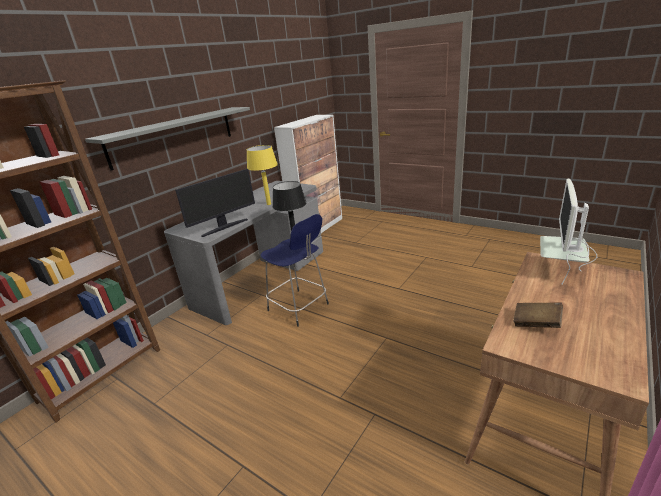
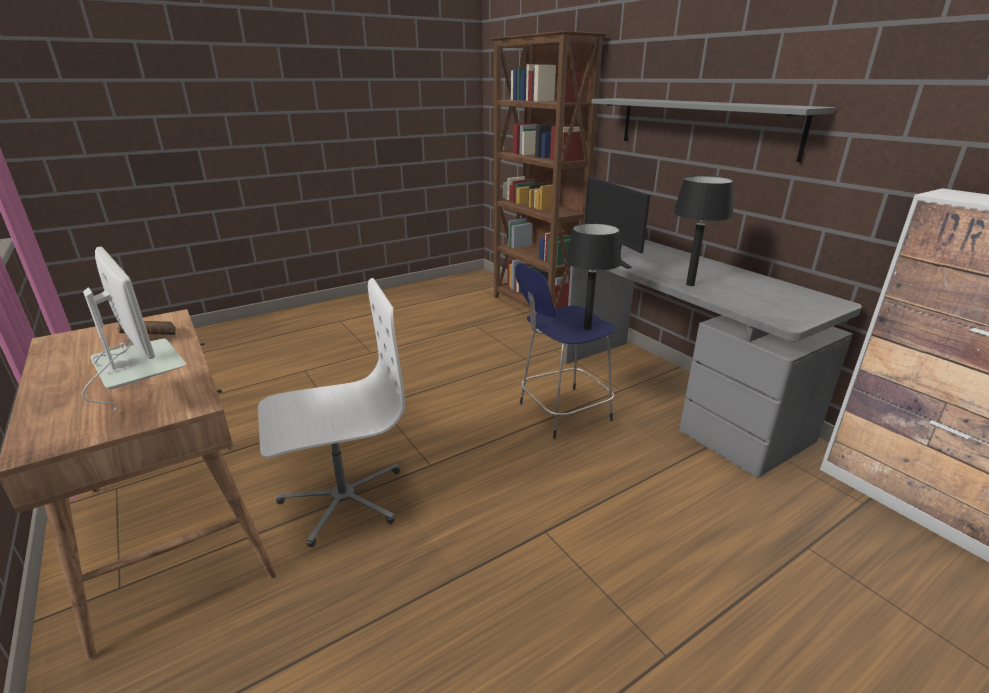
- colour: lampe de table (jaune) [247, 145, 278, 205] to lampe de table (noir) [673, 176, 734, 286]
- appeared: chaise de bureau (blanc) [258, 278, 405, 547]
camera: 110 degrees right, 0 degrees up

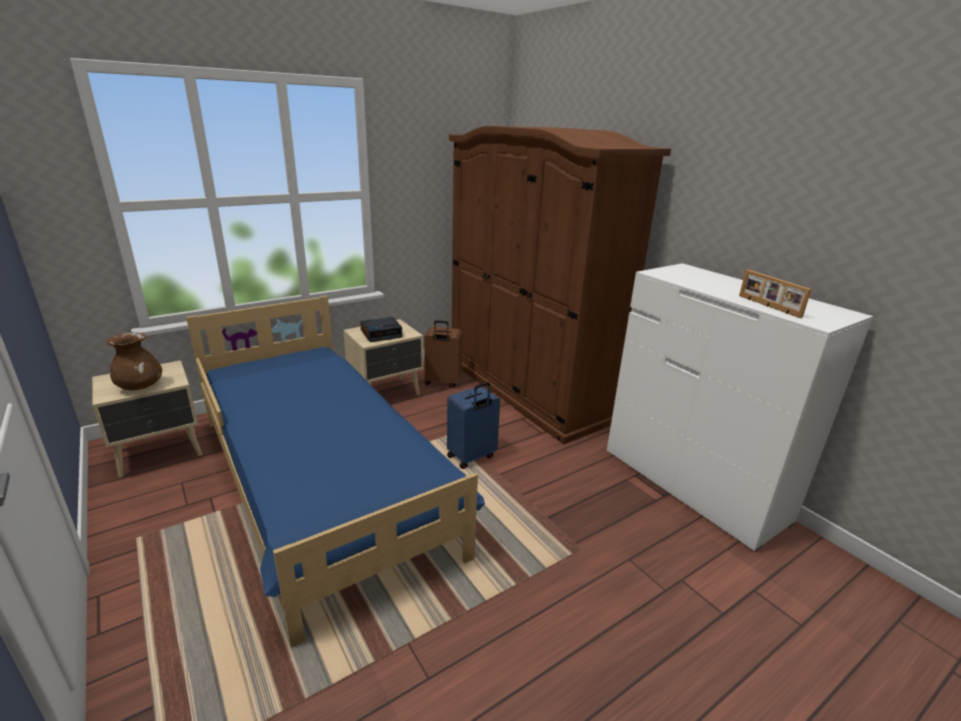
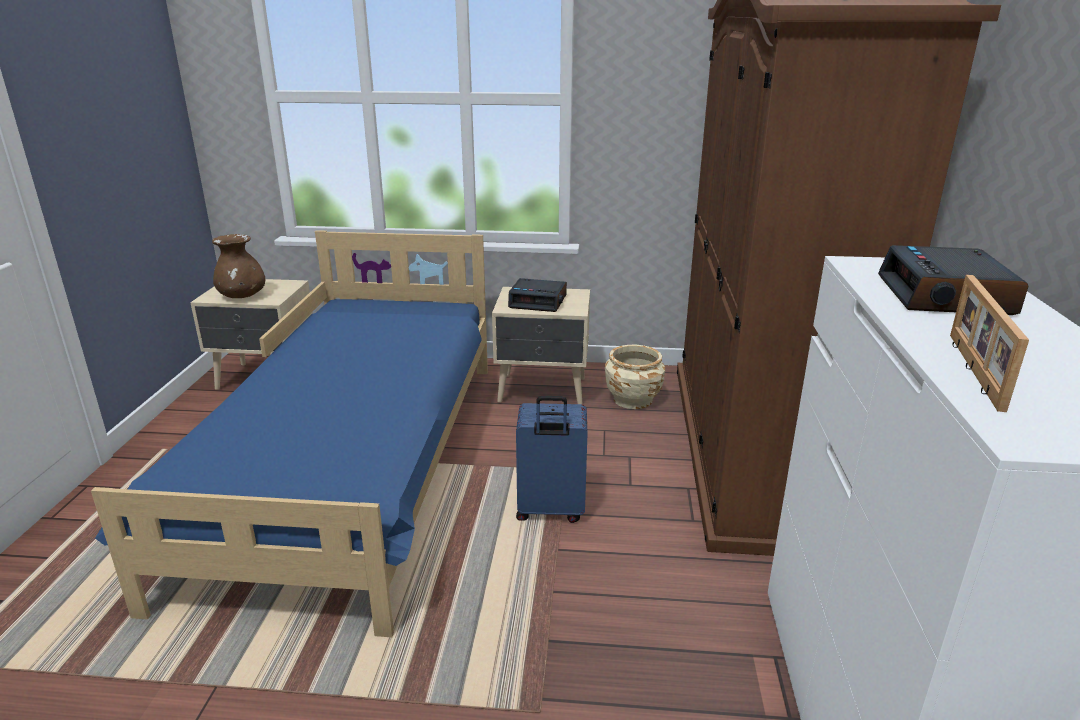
- exchanged: valise (marron) [424, 320, 462, 388] to cache-pot (beige) [605, 345, 665, 409]
- appeared: réveil [878, 245, 1029, 315]
camera: 40 degrees right, 0 degrees up

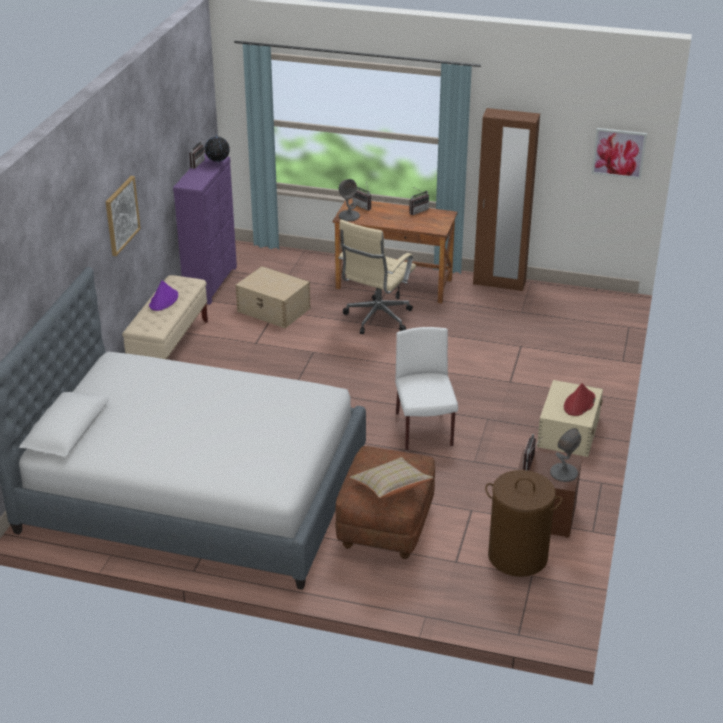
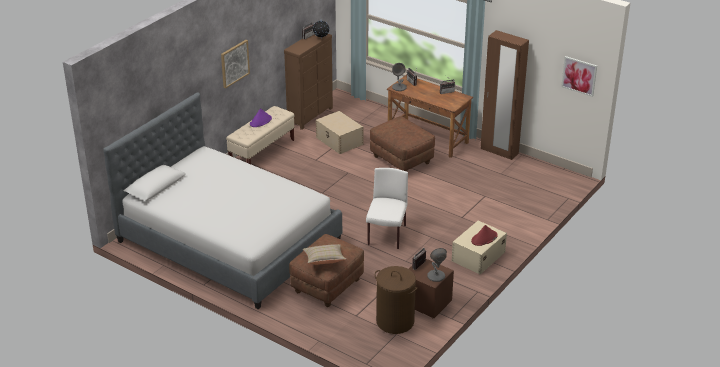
- colour: commode (violet) [173, 154, 237, 305] to commode (marron) [284, 34, 333, 130]
- exchanged: chaise de bureau (beige) [338, 220, 416, 334] to pouf (marron) [370, 116, 435, 172]
camera: 20 degrees right, 0 degrees up

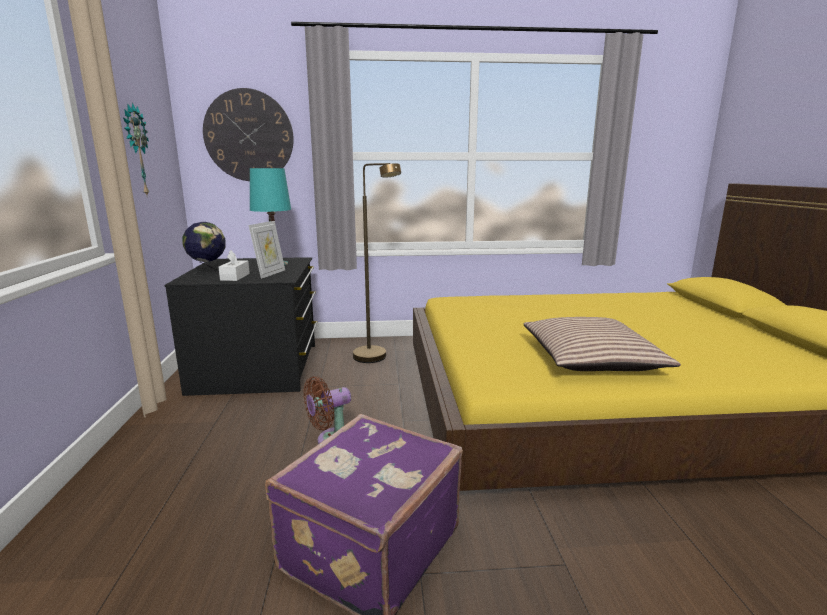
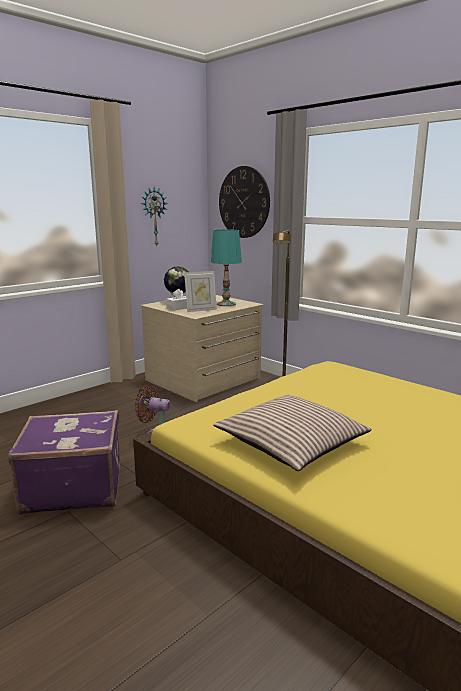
- colour: commode (noir) [165, 257, 317, 396] to commode (beige) [141, 295, 264, 402]
camera: 50 degrees right, 0 degrees up

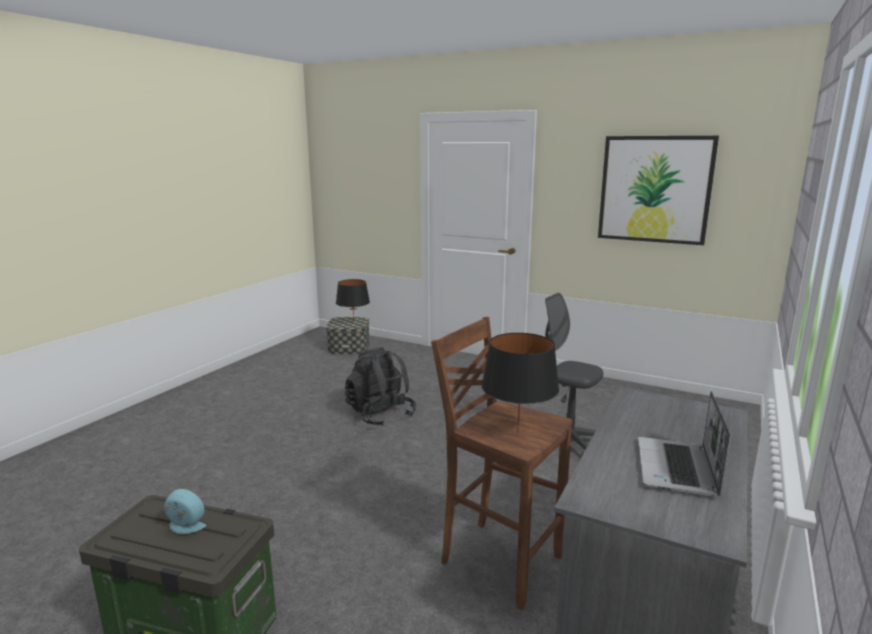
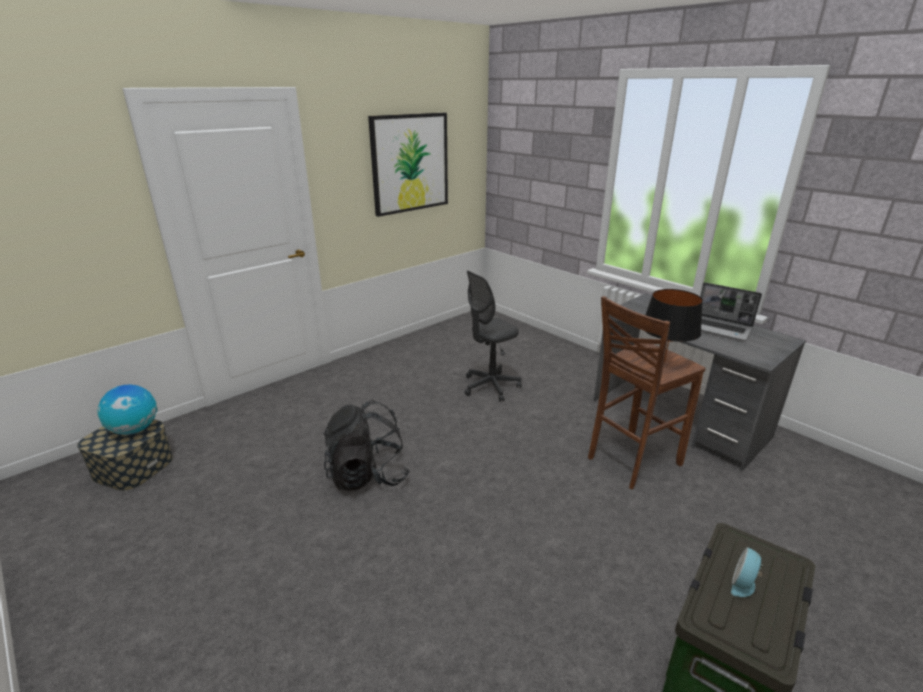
- exchanged: lampe de table (noir) [336, 279, 370, 323] to globe [98, 385, 158, 435]
camera: 70 degrees left, 10 degrees up

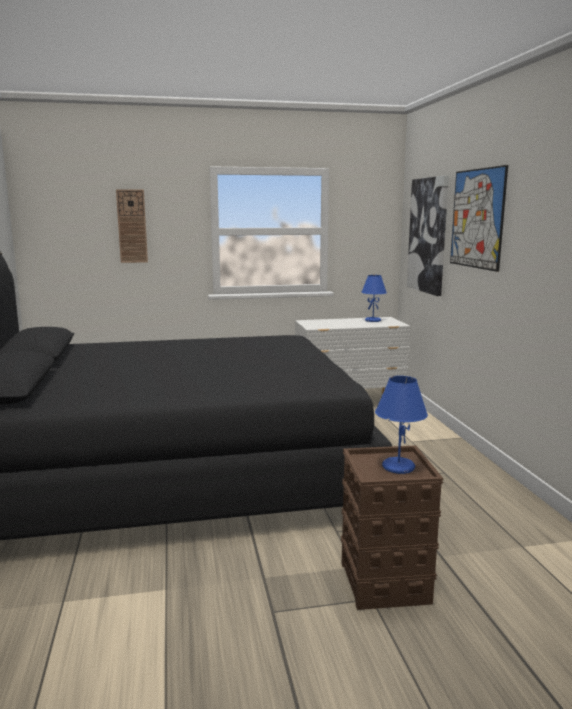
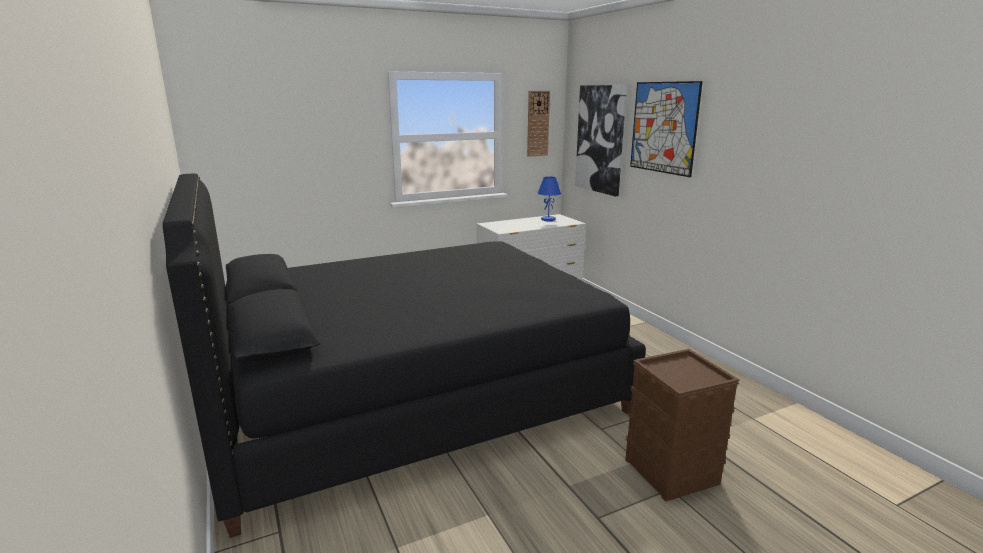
- relocated: horloge murale [116, 189, 148, 263] to [527, 91, 550, 157]
- missing: lampe de table (bleu) [375, 376, 428, 474]
camera: 15 degrees left, 5 degrees up

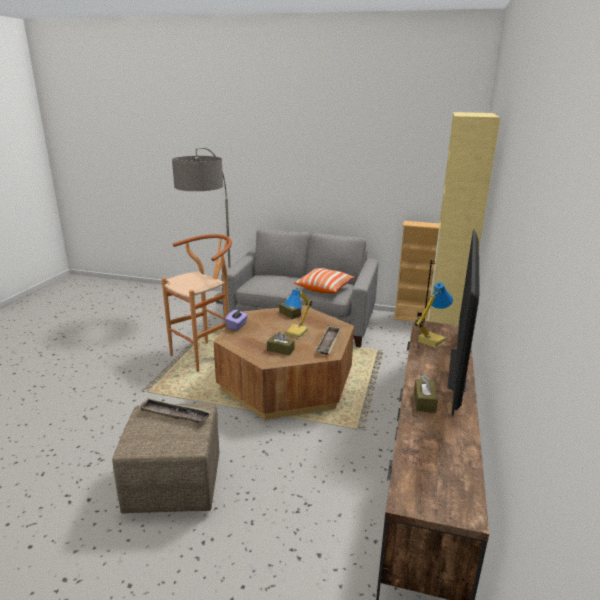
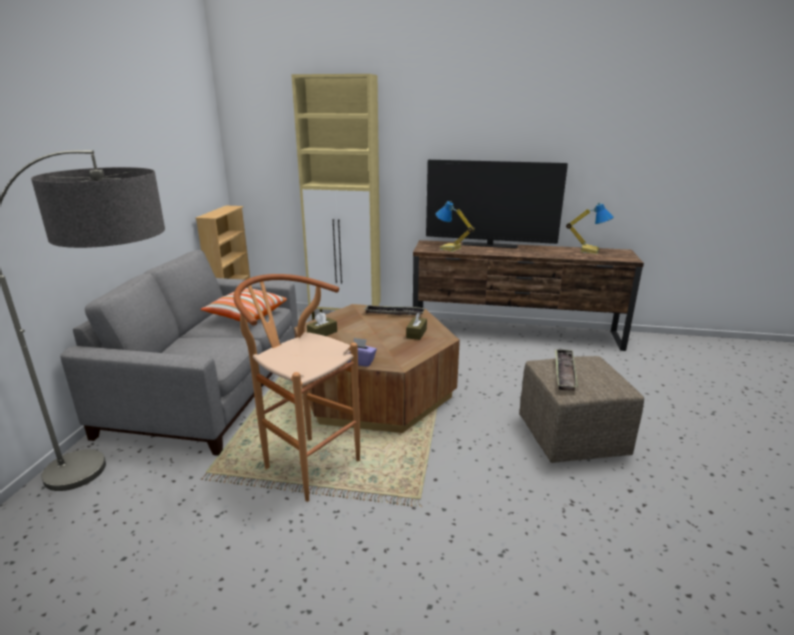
- relocated: lampe de table [284, 288, 312, 339] to [566, 203, 614, 254]
- missing: boîte à mouchoirs (marron) [414, 375, 438, 413]
camera: 95 degrees left, 0 degrees up

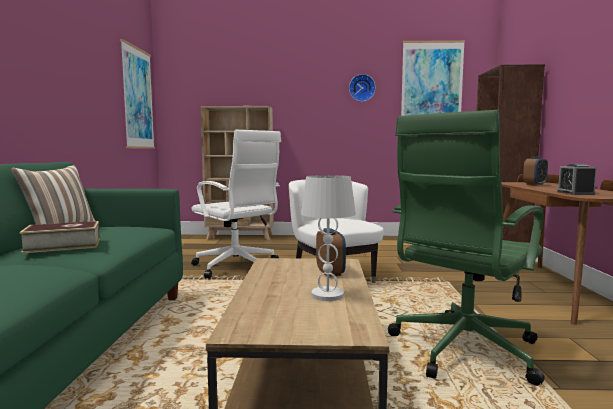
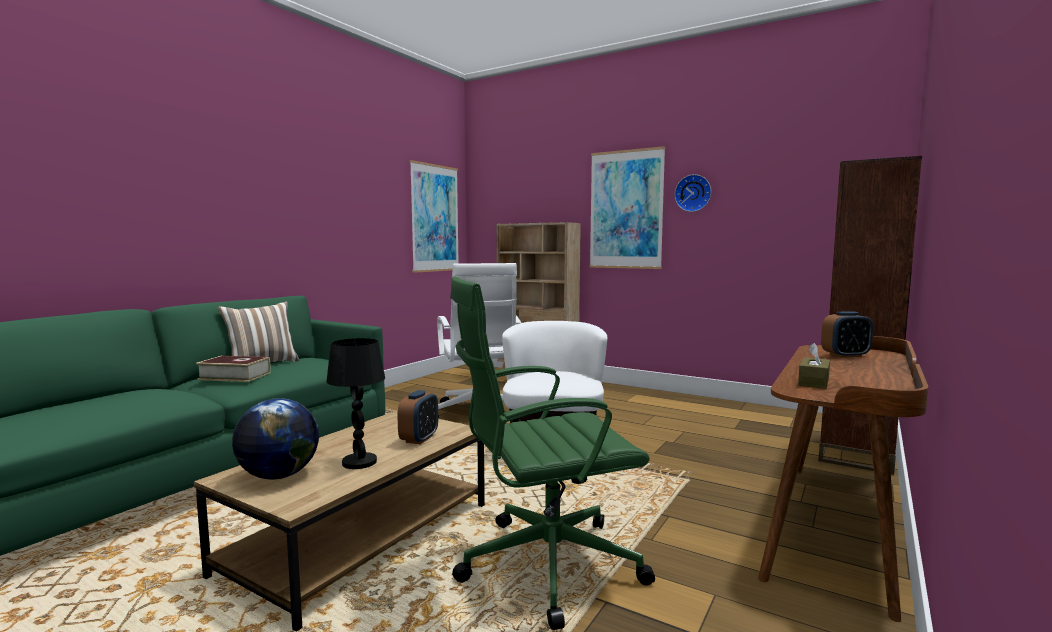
- colour: lampe de table (blanc) [301, 175, 356, 301] to lampe de table (noir) [327, 338, 385, 469]
- relocated: tableau [401, 40, 465, 116] to [589, 146, 665, 269]
- exchanged: réveil [557, 164, 597, 195] to boîte à mouchoirs (marron) [798, 343, 830, 389]
- appeared: globe [232, 398, 319, 480]
camera: 30 degrees right, 0 degrees up

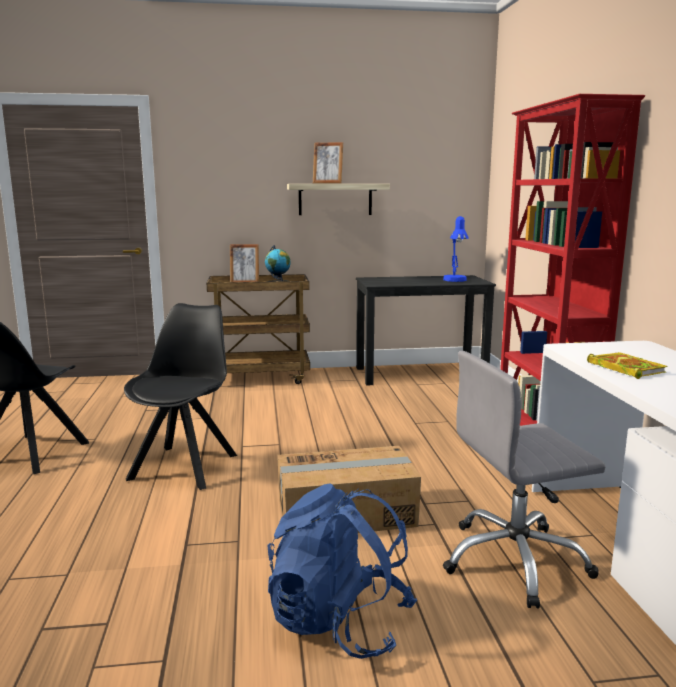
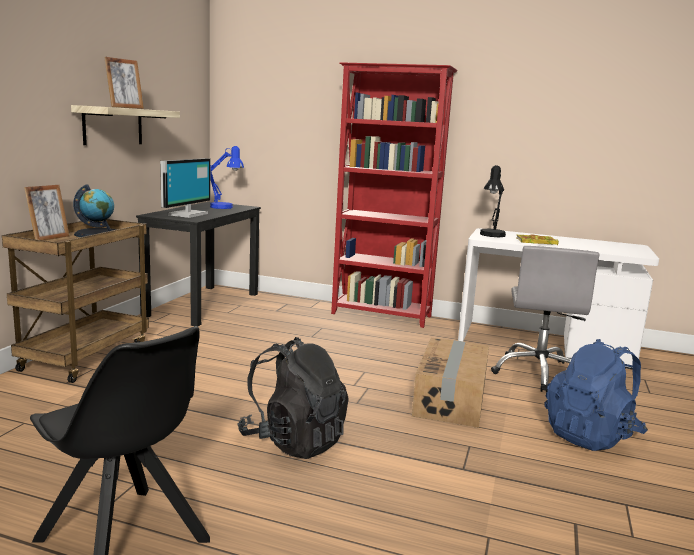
- exchanged: chaise (noir) [124, 303, 237, 490] to sac à dos (noir) [238, 337, 349, 459]
- appeared: écran d'ordinateur [160, 158, 210, 218]
- appeared: lampe de table (noir) [480, 165, 506, 237]
camera: 65 degrees left, 0 degrees up

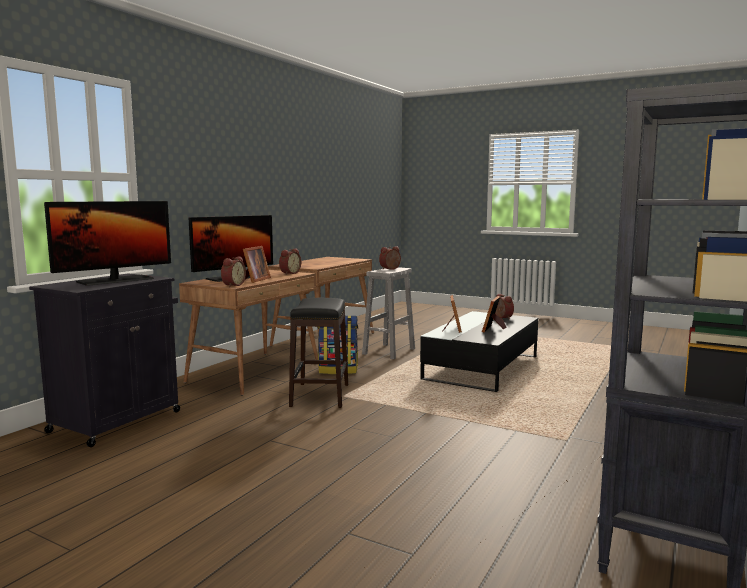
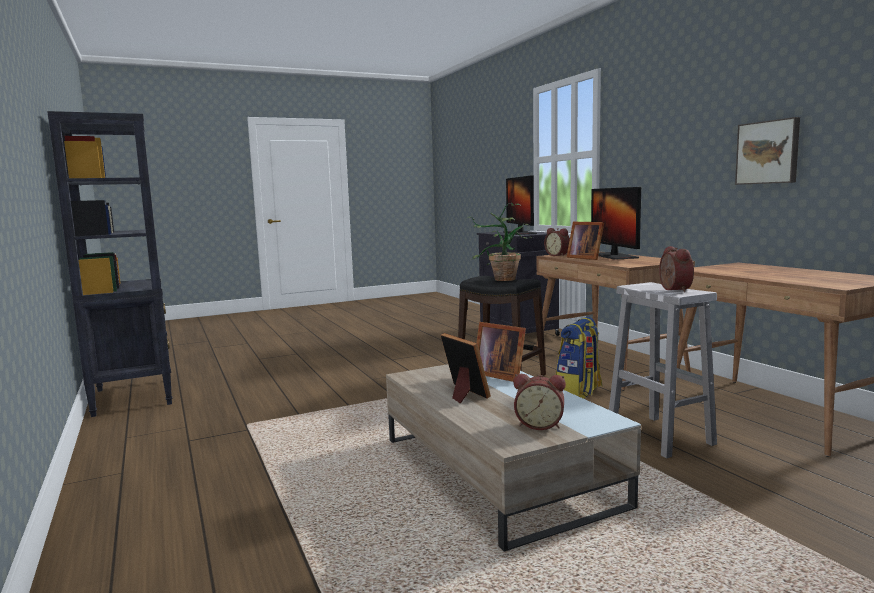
- missing: réveil [279, 249, 301, 274]
- colour: table basse (noir) [420, 311, 538, 392] to table basse (beige) [386, 364, 641, 551]
- appeared: plante en pot [466, 203, 532, 281]
- appeared: tableau [735, 117, 800, 185]
camera: 125 degrees right, 0 degrees up

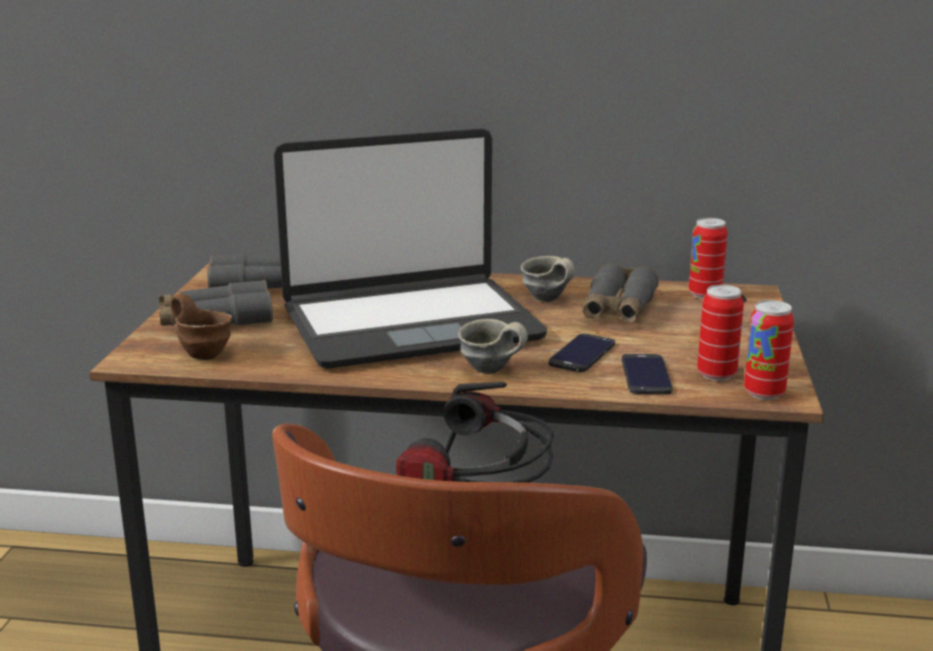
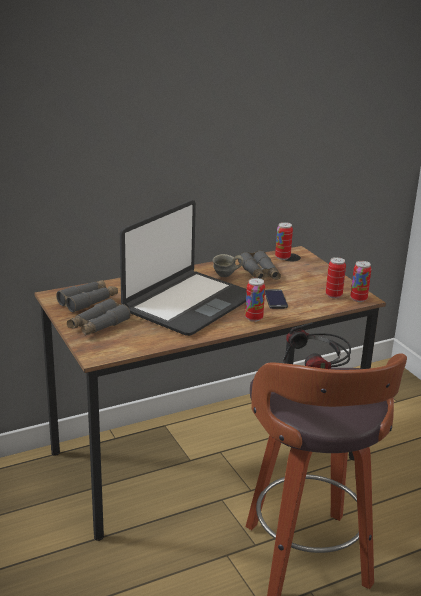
- missing: mug (marron) [170, 294, 232, 360]
- exchanged: mug (gris) [458, 319, 528, 374] to boîte métallique [245, 278, 265, 322]
- missing: téléphone [622, 354, 673, 395]
camera: 35 degrees left, 5 degrees up

